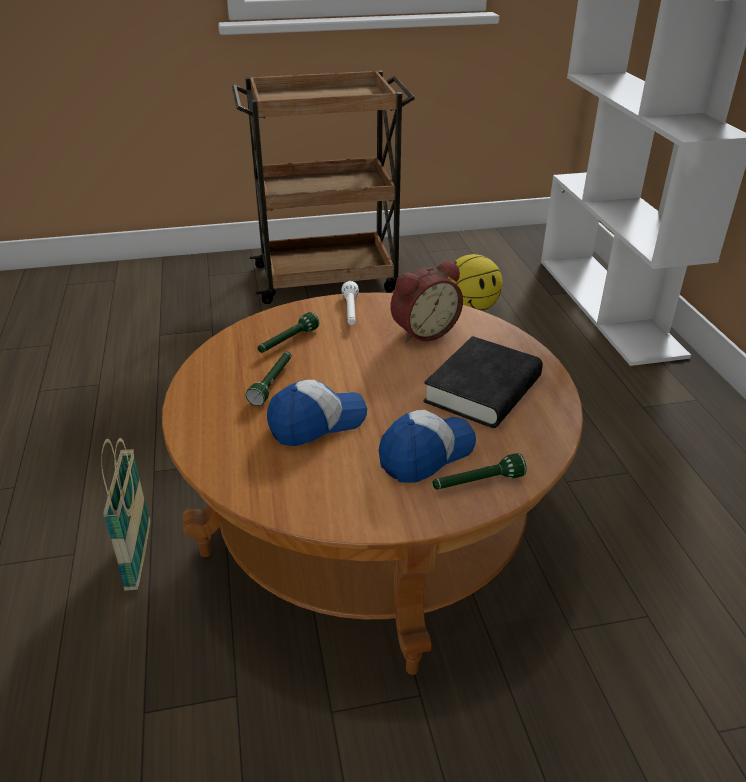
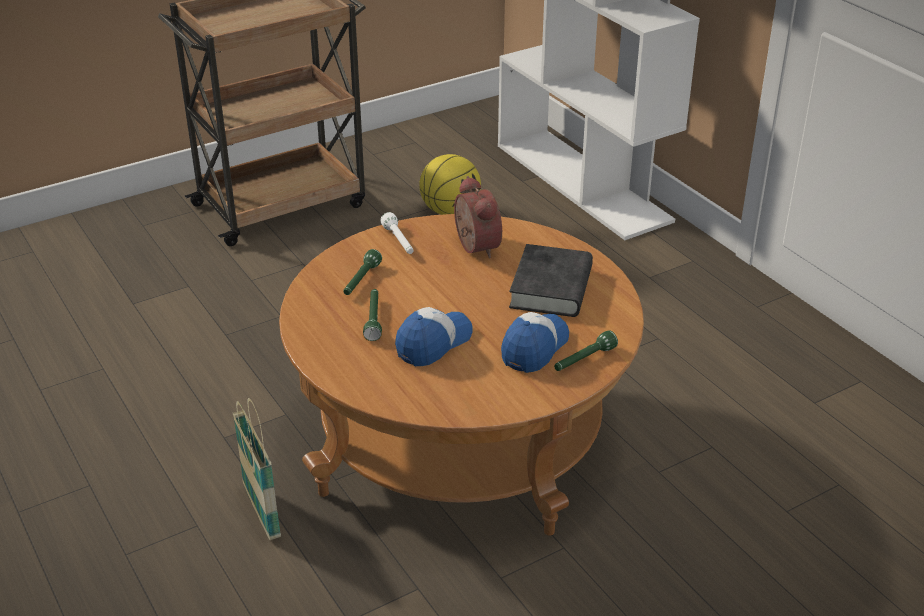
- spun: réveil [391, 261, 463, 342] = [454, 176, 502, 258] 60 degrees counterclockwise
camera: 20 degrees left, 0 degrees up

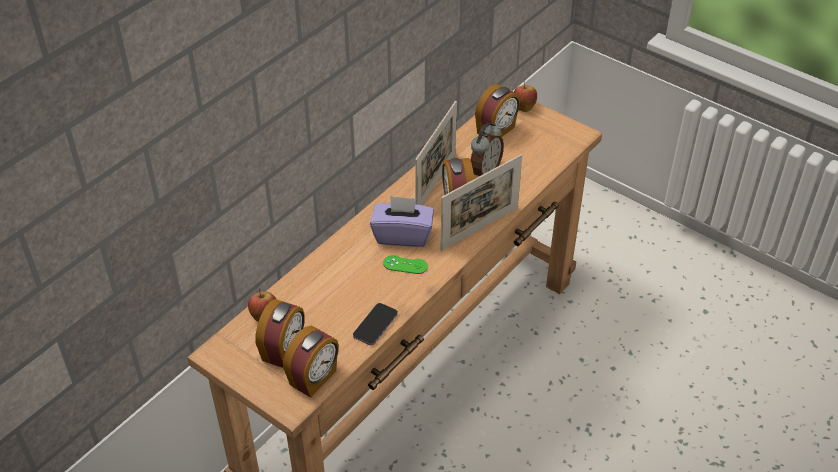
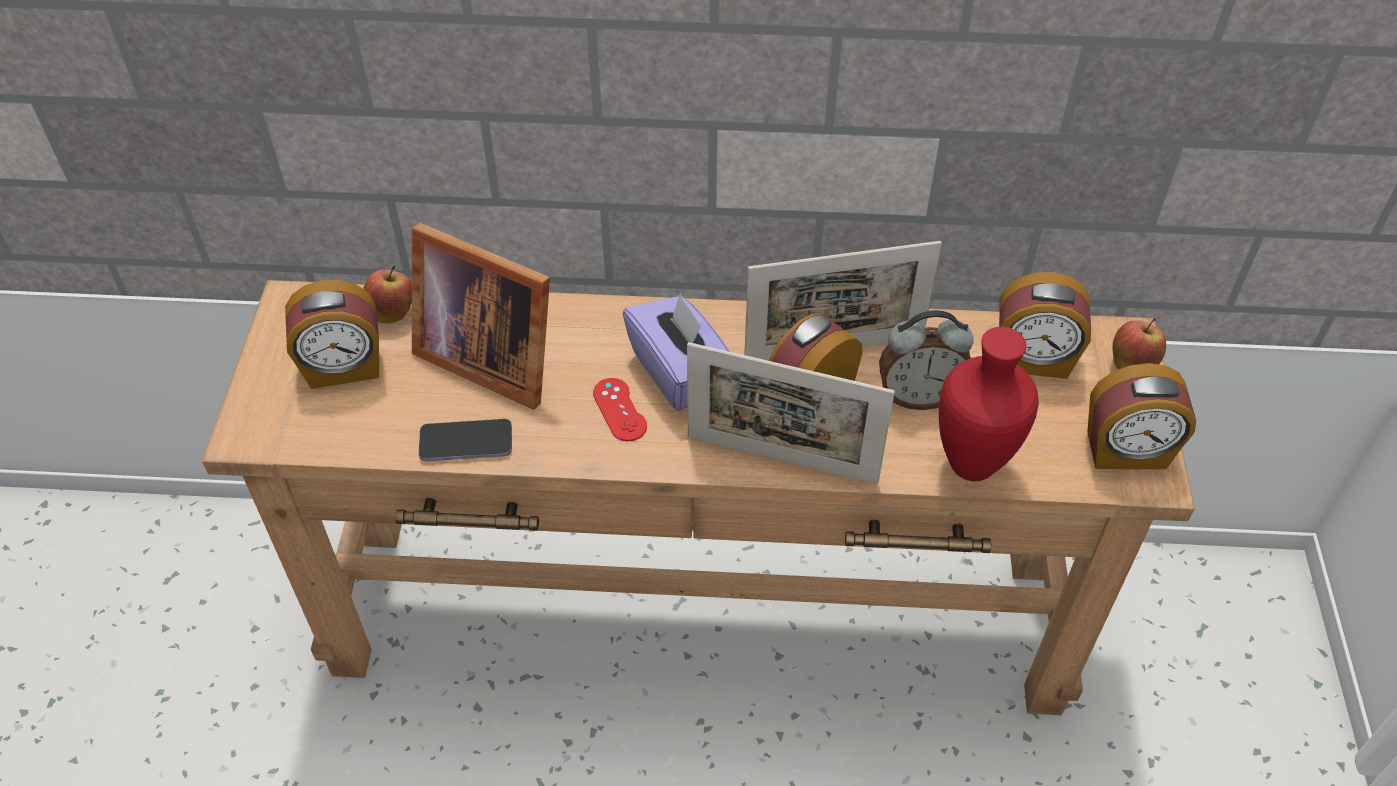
- relocated: réveil [283, 326, 339, 398] to [1087, 363, 1196, 469]
- colour: manette (vert) [383, 255, 428, 274] to manette (rouge) [593, 378, 647, 441]
- appeared: cadre photo [412, 223, 550, 410]
- appeared: vase (rouge) [939, 327, 1039, 481]
camera: 55 degrees right, 5 degrees up

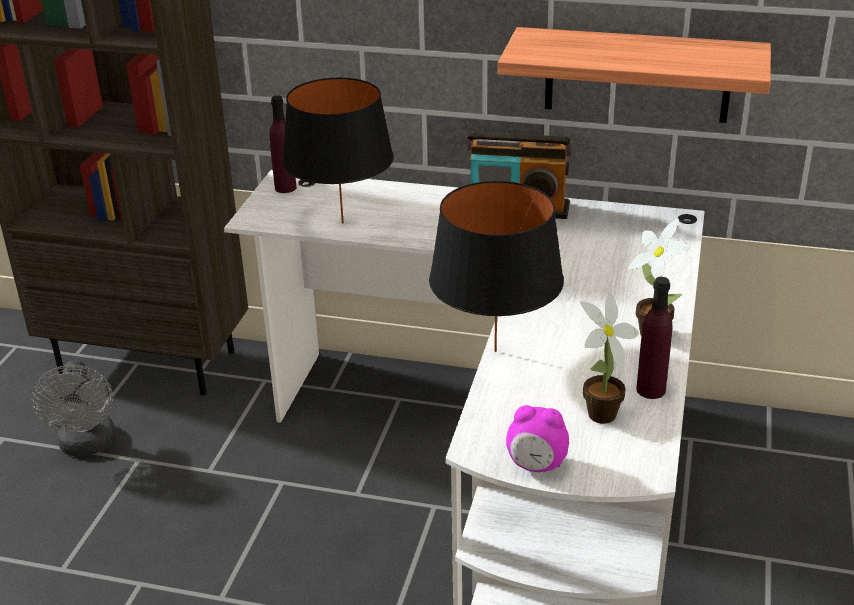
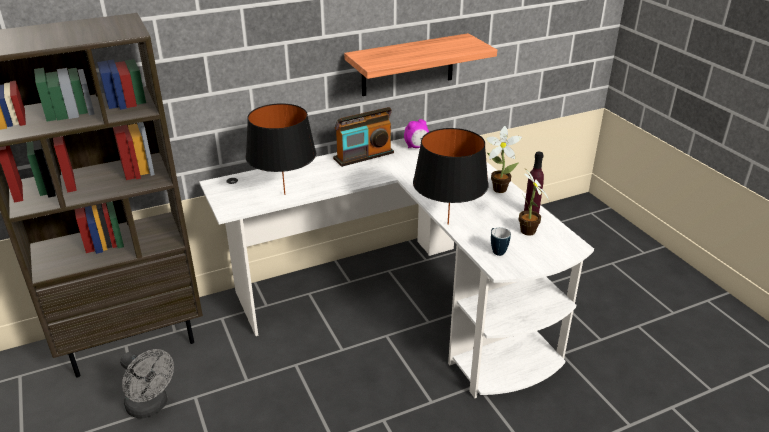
- missing: bouteille (violet) [269, 96, 297, 193]
- relocated: réveil [506, 405, 569, 472] to [404, 119, 429, 148]
- appeared: mug [491, 227, 511, 256]
camera: 40 degrees left, 0 degrees up

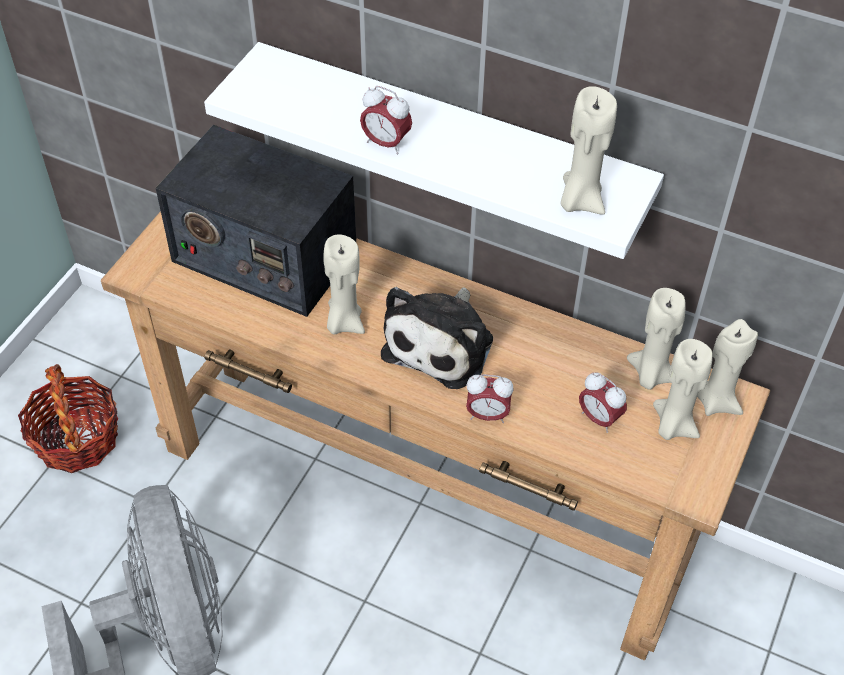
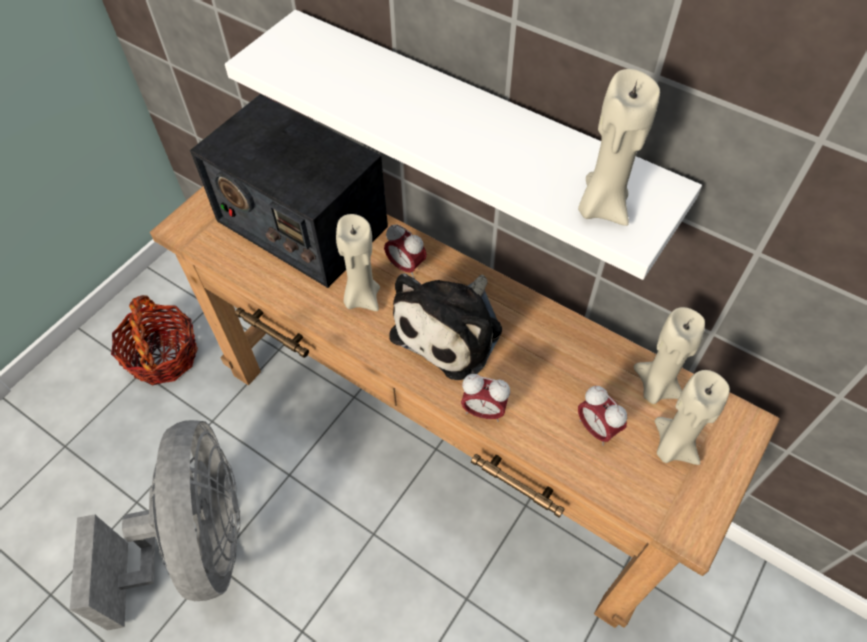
- relocated: réveil [360, 86, 412, 154] to [384, 224, 427, 278]
- missing: bougie (beige) [697, 319, 758, 416]
camera: 10 degrees right, 5 degrees up

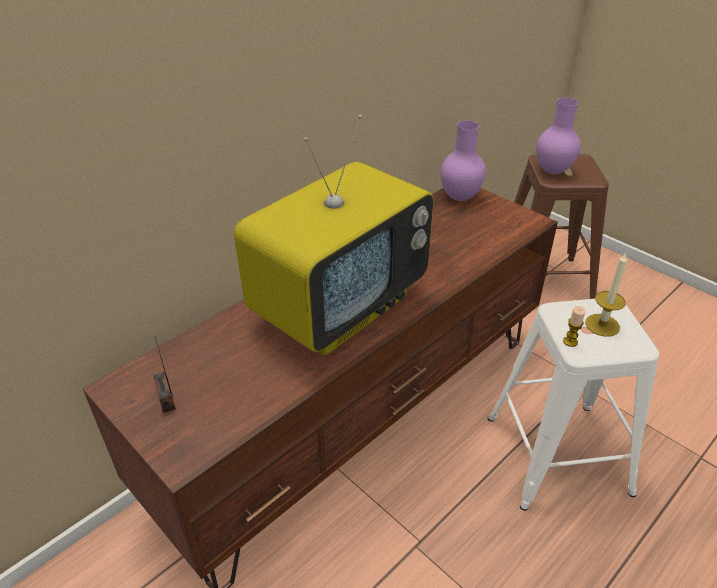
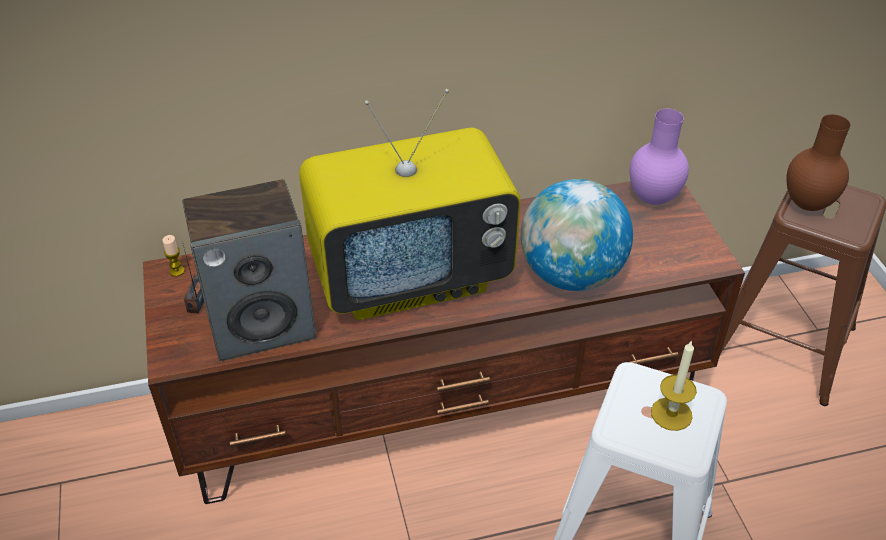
- colour: vase (violet) [536, 97, 581, 174] to vase (marron) [786, 114, 851, 211]
- relocated: bougie [563, 306, 586, 347] to [162, 235, 185, 277]
- appeared: enceinte [183, 179, 316, 361]
- appeared: globe [521, 179, 633, 291]
camera: 30 degrees right, 5 degrees up

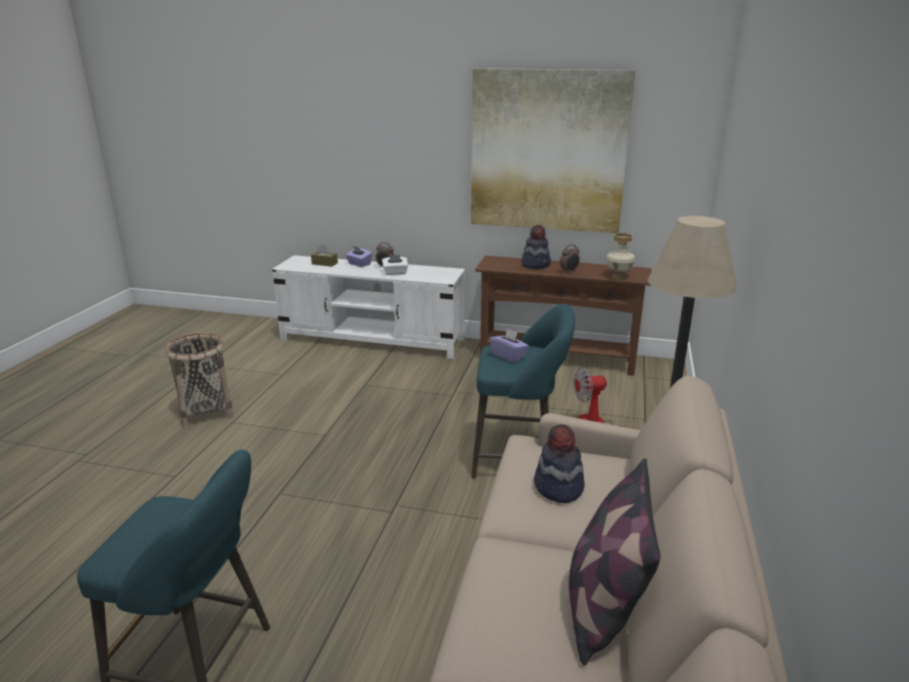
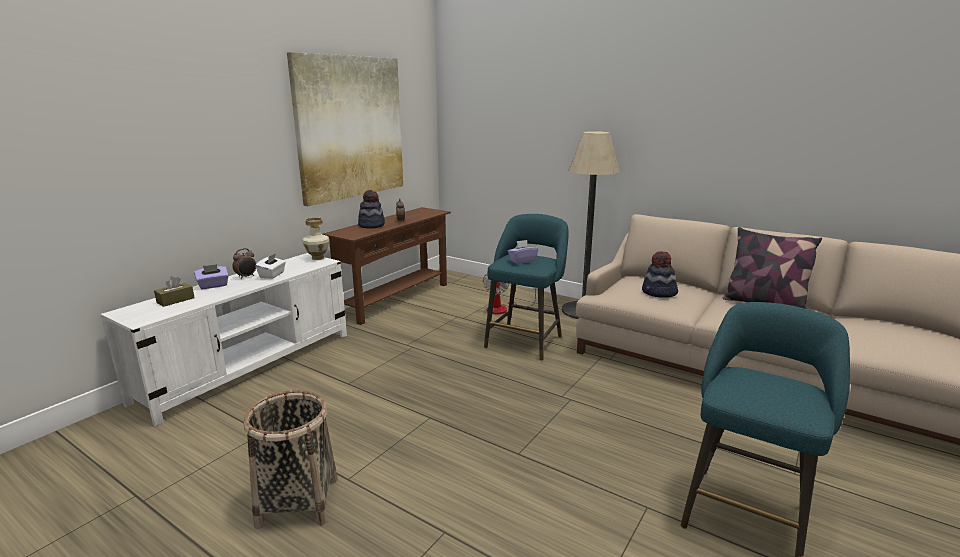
- relocated: vase [607, 233, 635, 279] to [303, 217, 329, 260]
camera: 70 degrees left, 5 degrees down

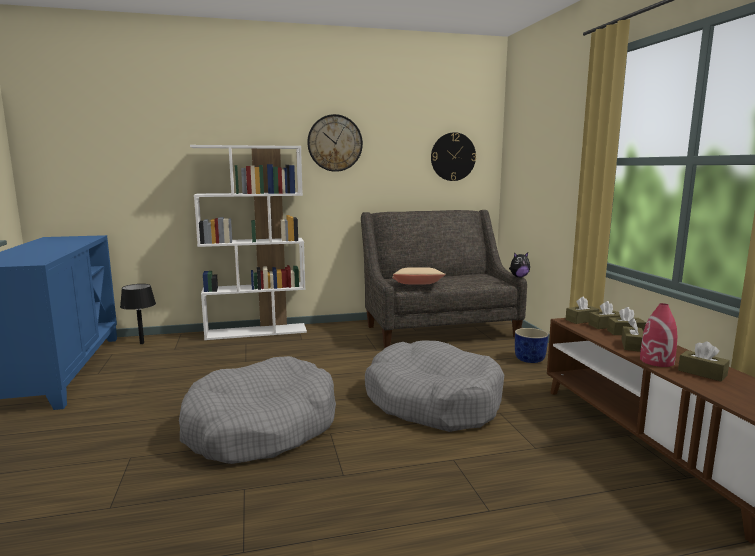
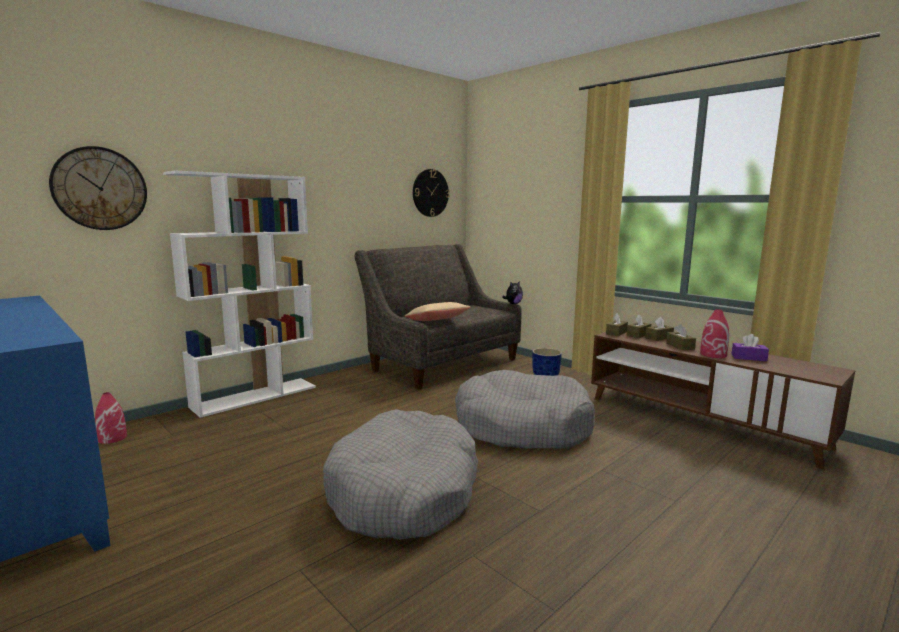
- exchanged: lampe de table (noir) [120, 284, 156, 344] to vase (rouge) [95, 392, 127, 444]
- relocated: horloge murale [307, 114, 363, 172] to [49, 146, 147, 230]
- colour: boîte à mouchoirs (marron) [678, 341, 730, 381] to boîte à mouchoirs (violet) [731, 334, 769, 361]
camera: 30 degrees left, 0 degrees up

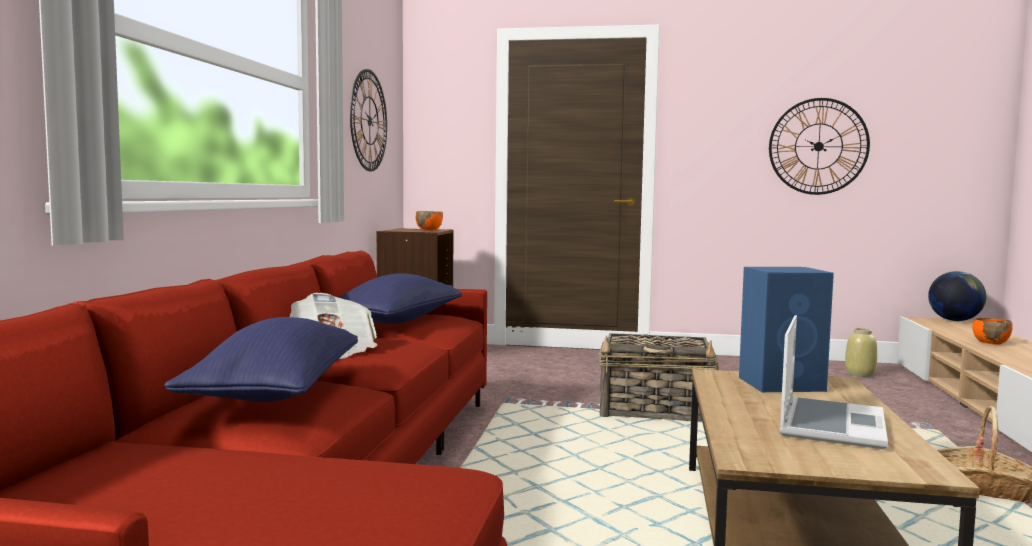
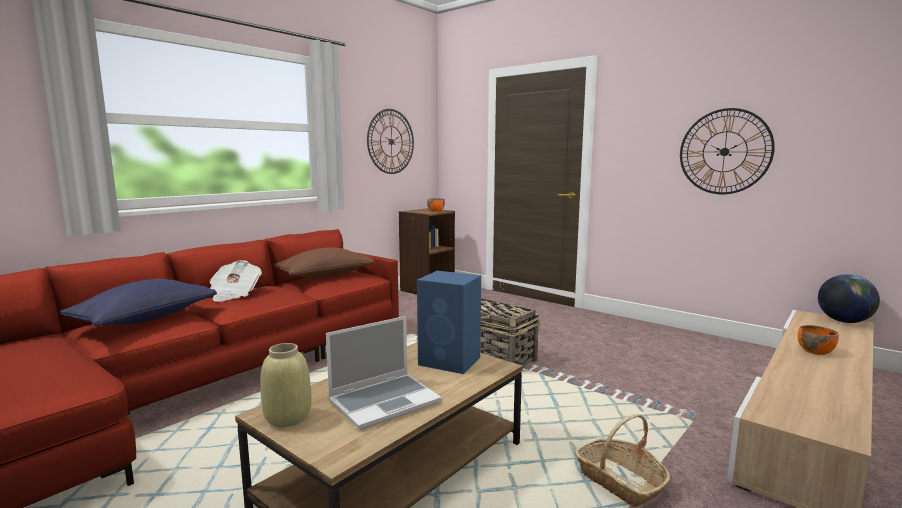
- colour: coussin (bleu) [338, 273, 462, 324] to coussin (marron) [274, 247, 375, 279]
- relocated: vase (beige) [845, 328, 877, 377] to [260, 343, 312, 427]
camera: 30 degrees right, 5 degrees up

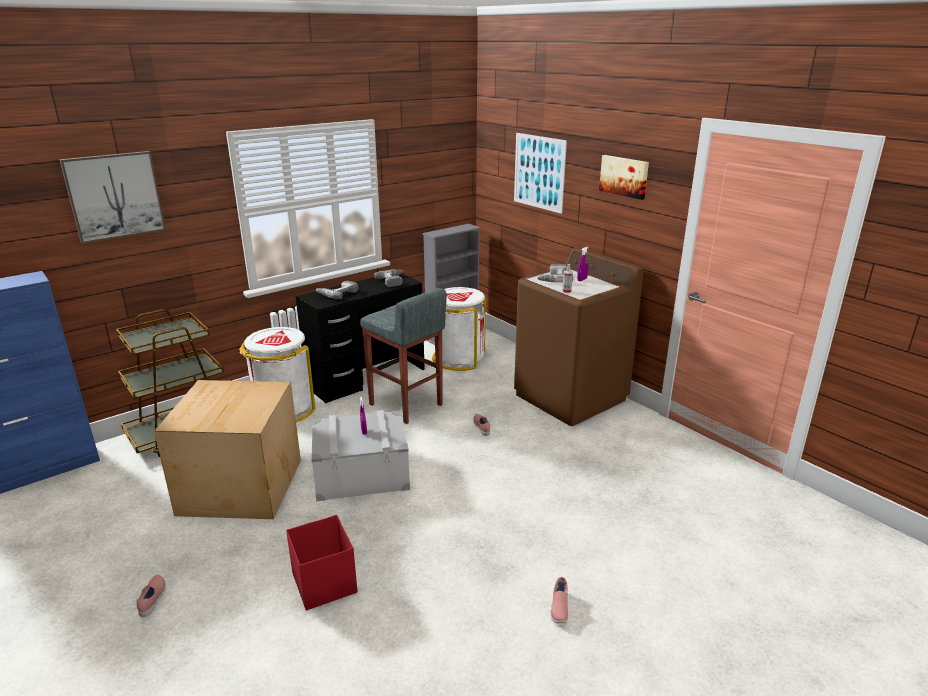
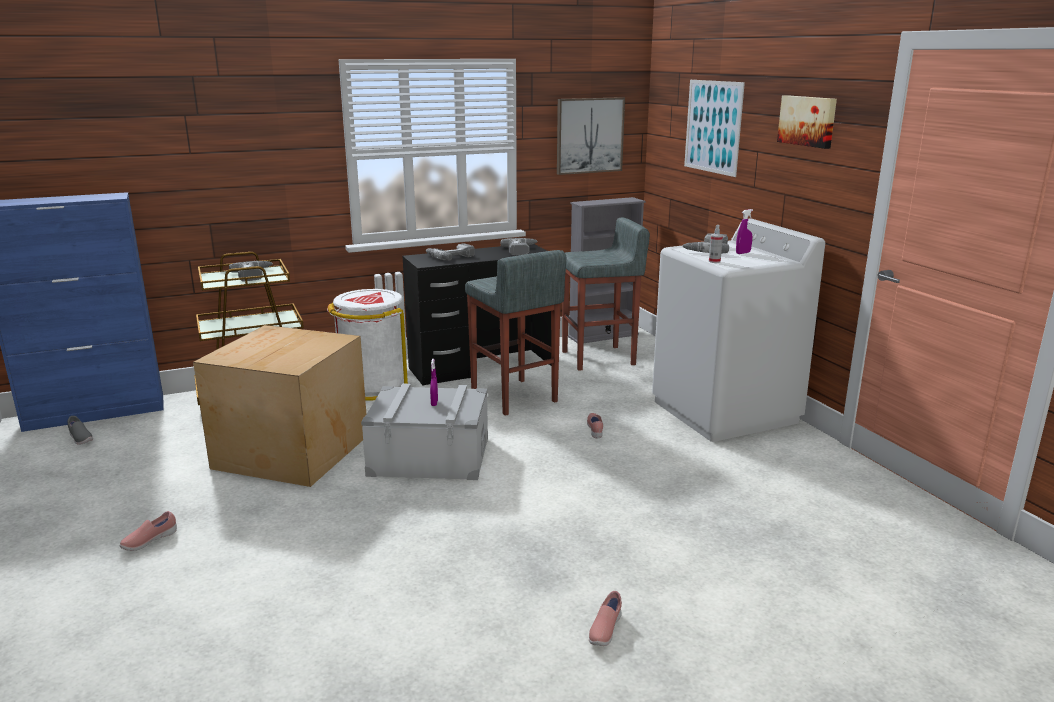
- relocated: tableau [59, 151, 166, 243] to [557, 97, 625, 175]
- spun: chaussure (rose) [137, 575, 166, 617] = [119, 511, 177, 551] 150 degrees counterclockwise
- missing: boîte de rangement (rouge) [286, 515, 357, 610]
- exchanged: poubelle (blanc) [432, 287, 486, 371] to tabouret (gris) [562, 217, 650, 371]
- colour: lave-linge (marron) [514, 248, 644, 426] to lave-linge (blanc) [652, 218, 825, 442]
- appeared: chaussure (gris) [68, 416, 93, 445]
- appeared: perceuse [229, 261, 273, 282]
camera: 15 degrees right, 5 degrees down

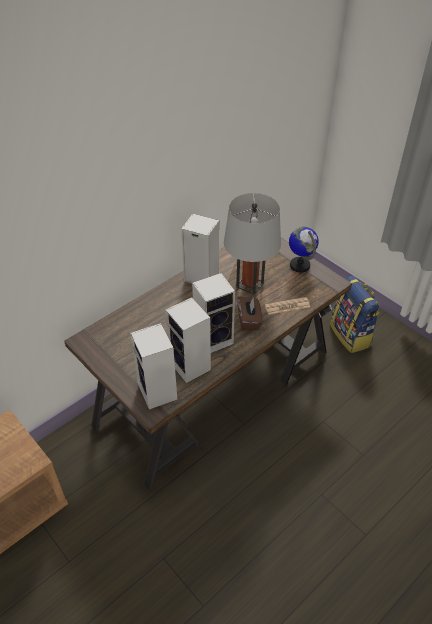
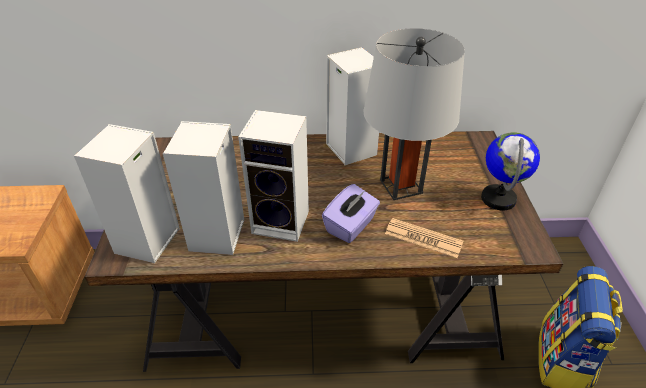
- colour: boîte à mouchoirs (marron) [237, 297, 262, 331] to boîte à mouchoirs (violet) [322, 184, 380, 243]
camera: 40 degrees right, 5 degrees down

